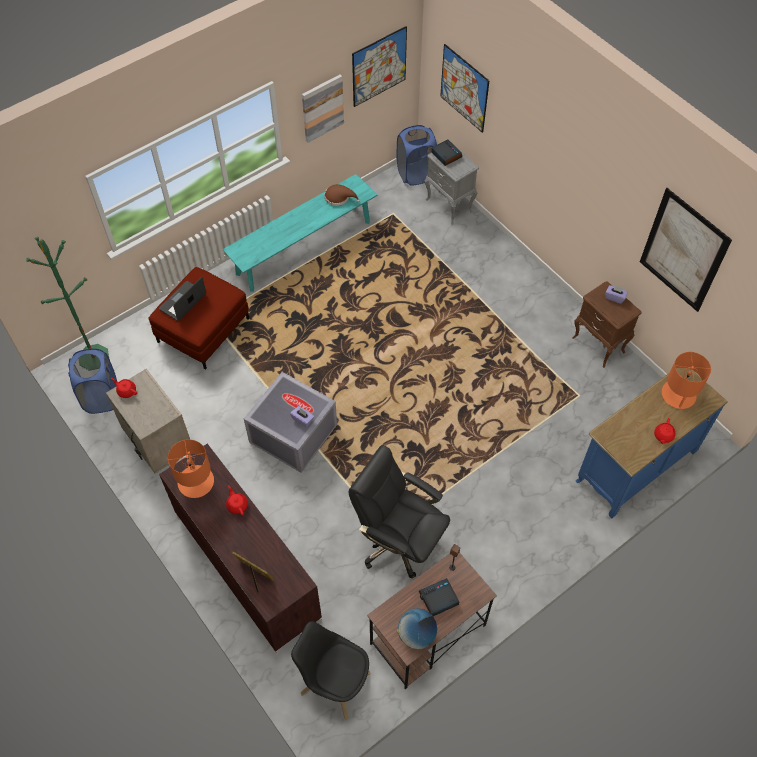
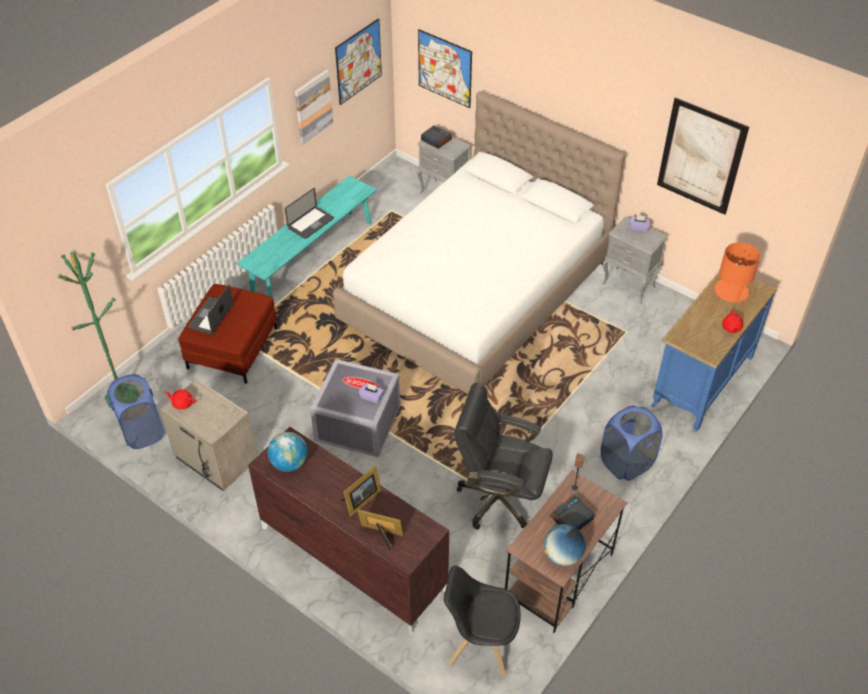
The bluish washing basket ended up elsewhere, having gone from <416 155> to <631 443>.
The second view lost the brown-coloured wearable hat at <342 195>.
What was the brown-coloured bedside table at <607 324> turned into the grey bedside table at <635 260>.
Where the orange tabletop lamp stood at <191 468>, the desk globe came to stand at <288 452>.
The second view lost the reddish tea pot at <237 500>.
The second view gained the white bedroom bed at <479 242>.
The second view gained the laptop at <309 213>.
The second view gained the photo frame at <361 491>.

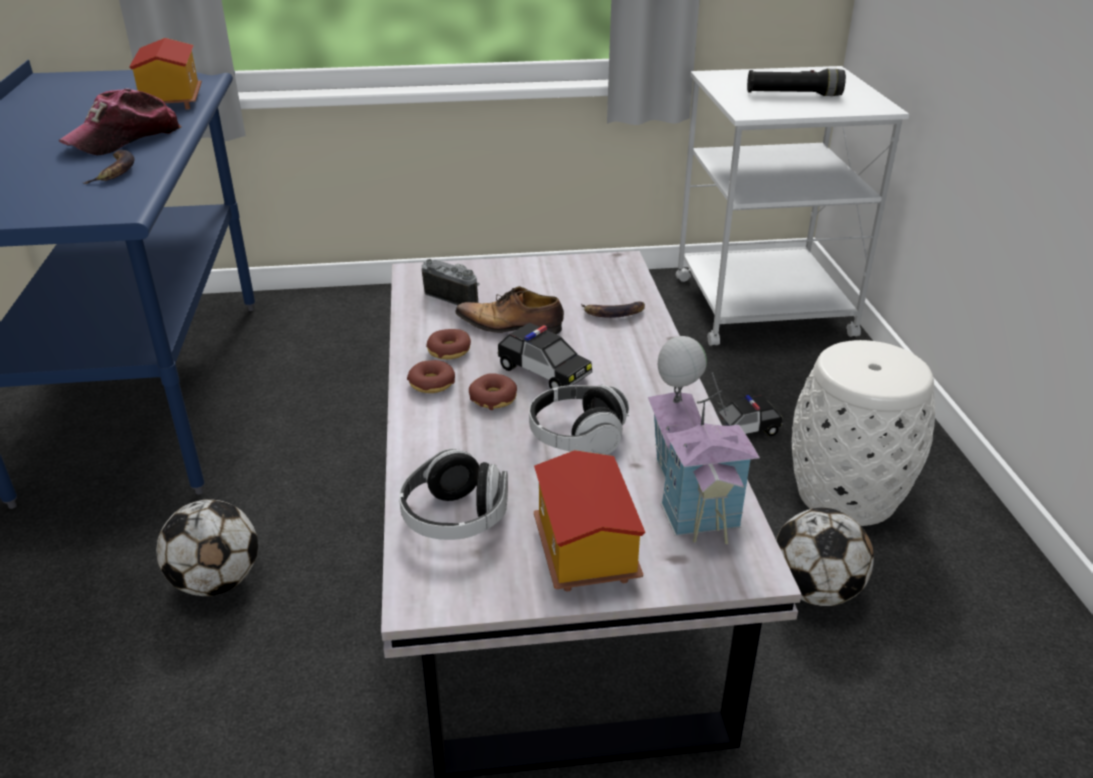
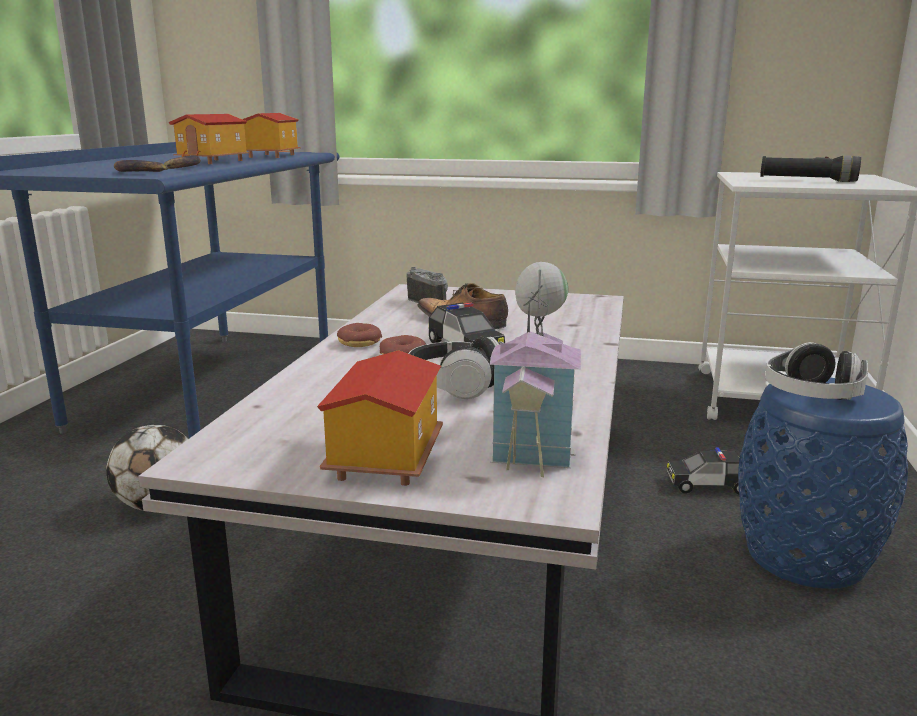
Where the baseball cap stood at <120 121>, the miniature house came to stand at <209 139>.
The banana ended up elsewhere, having gone from <613 310> to <141 166>.
The second view lost the doughnut at <448 344>.
What was the white stool seat at <863 433> turned into the bluish stool seat at <823 483>.
The headphones ended up elsewhere, having gone from <453 494> to <816 371>.
The second view lost the football at <825 557>.

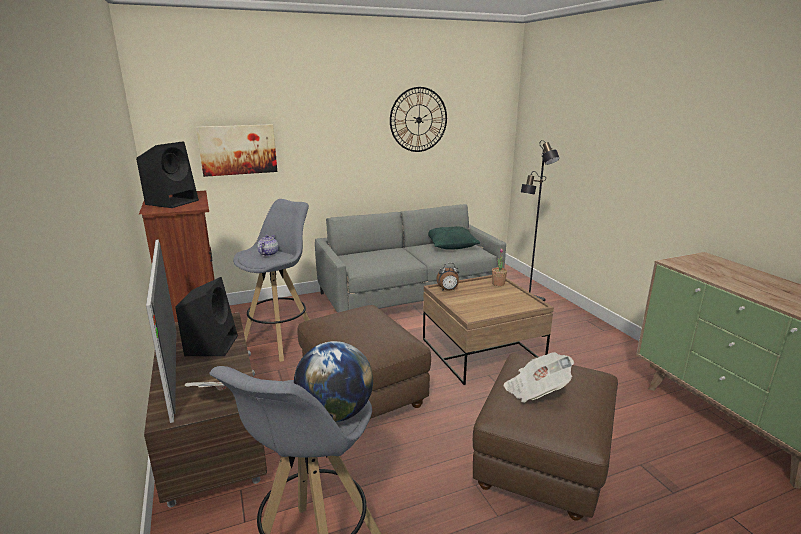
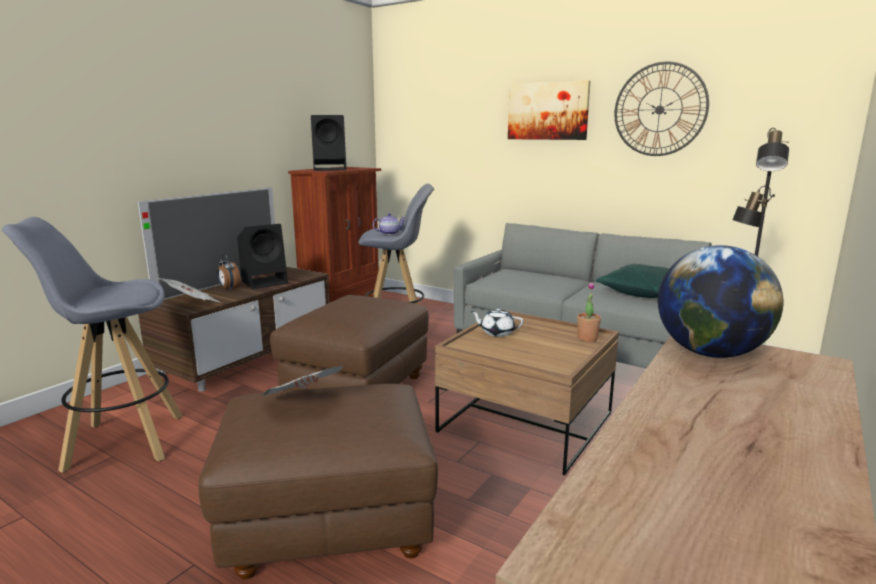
The picture ended up elsewhere, having gone from <236 150> to <549 110>.
The bedside clock ended up elsewhere, having gone from <447 277> to <228 272>.
The desk globe ended up elsewhere, having gone from <333 381> to <720 301>.
The second view gained the white tea pot at <496 322>.

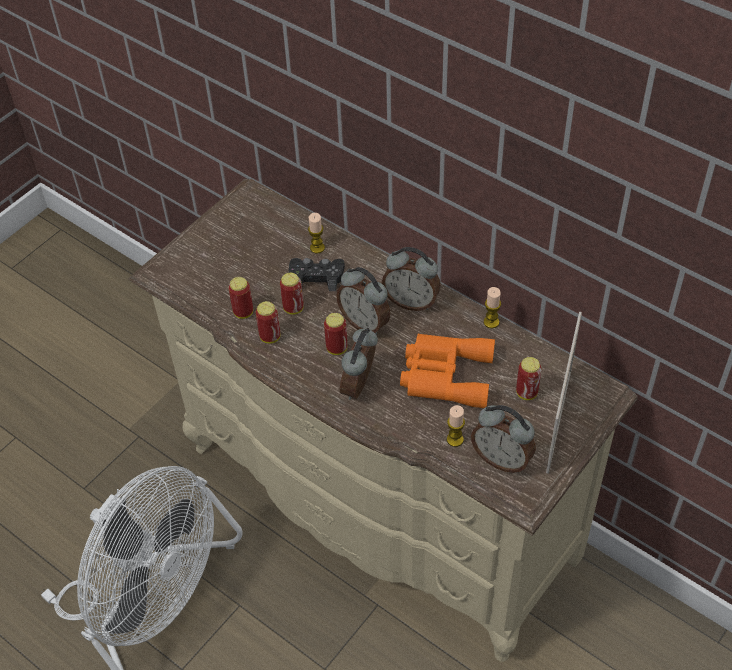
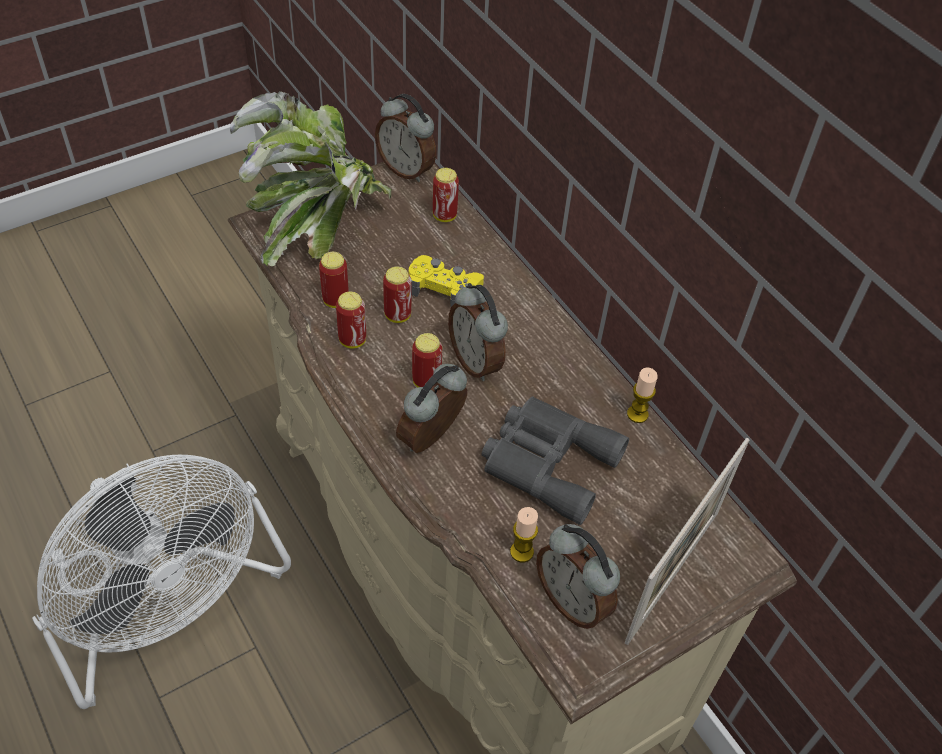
The second view lost the wax light at <316 233>.
The bedside clock ended up elsewhere, having gone from <411 279> to <405 138>.
What was the black-coloured joypad at <317 274> turned into the yellowish joypad at <446 281>.
What was the orange pair of binoculars at <447 371> turned into the grey pair of binoculars at <555 460>.
The metal can ended up elsewhere, having gone from <529 378> to <446 195>.
The second view gained the plant in a pot at <310 178>.

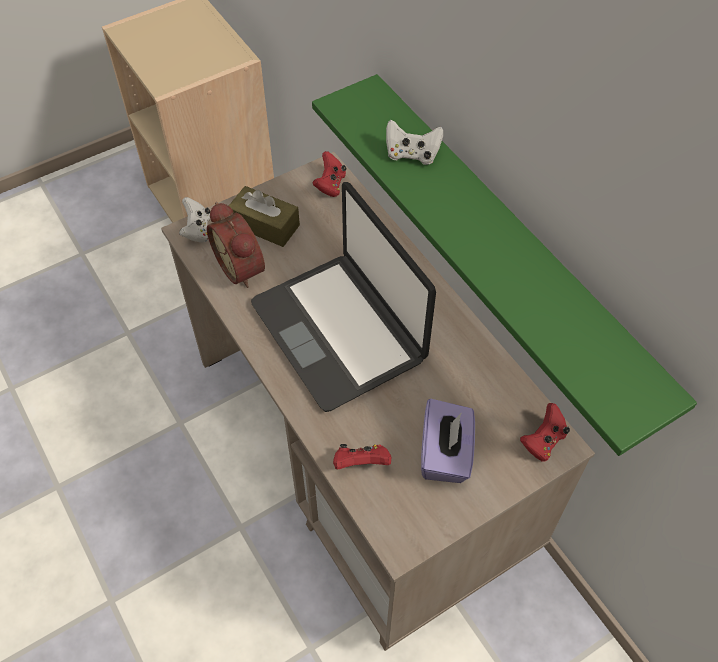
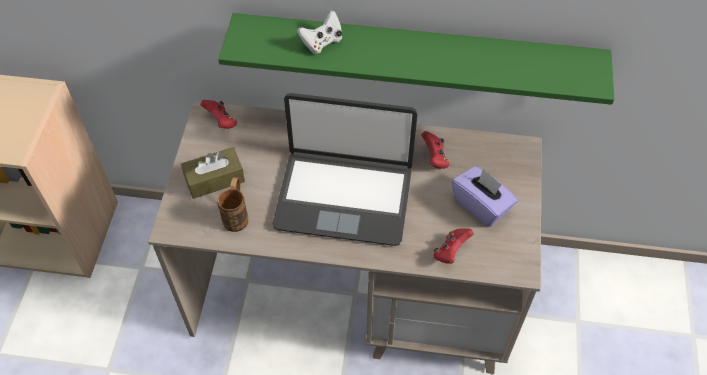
The second view lost the white joypad at <194 220>.
Where the bedside clock stood at <236 245>, the brown-coloured coffee mug came to stand at <233 204>.
The reddish joypad ended up elsewhere, having gone from <545 432> to <435 150>.

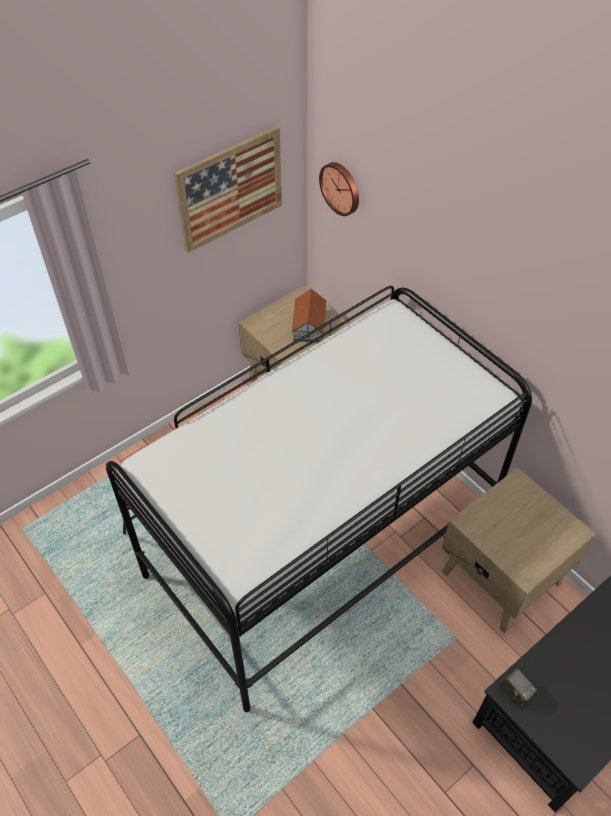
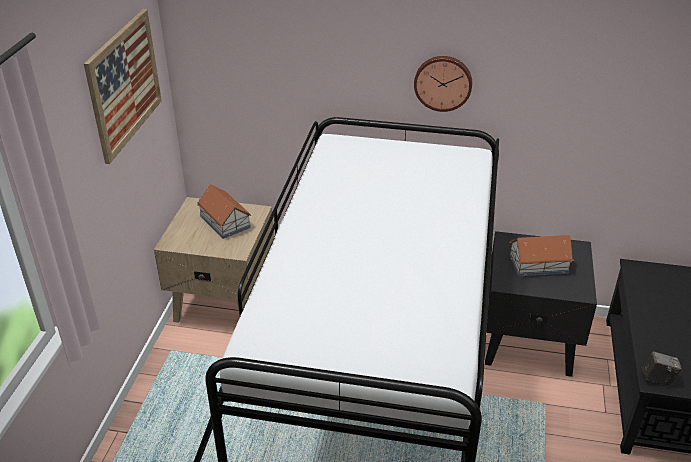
The clock on the wall ended up elsewhere, having gone from <339 189> to <443 84>.
What was the beige-coloured bedside table at <519 550> turned into the black-coloured bedside table at <541 304>.
The second view gained the miniature house at <541 255>.

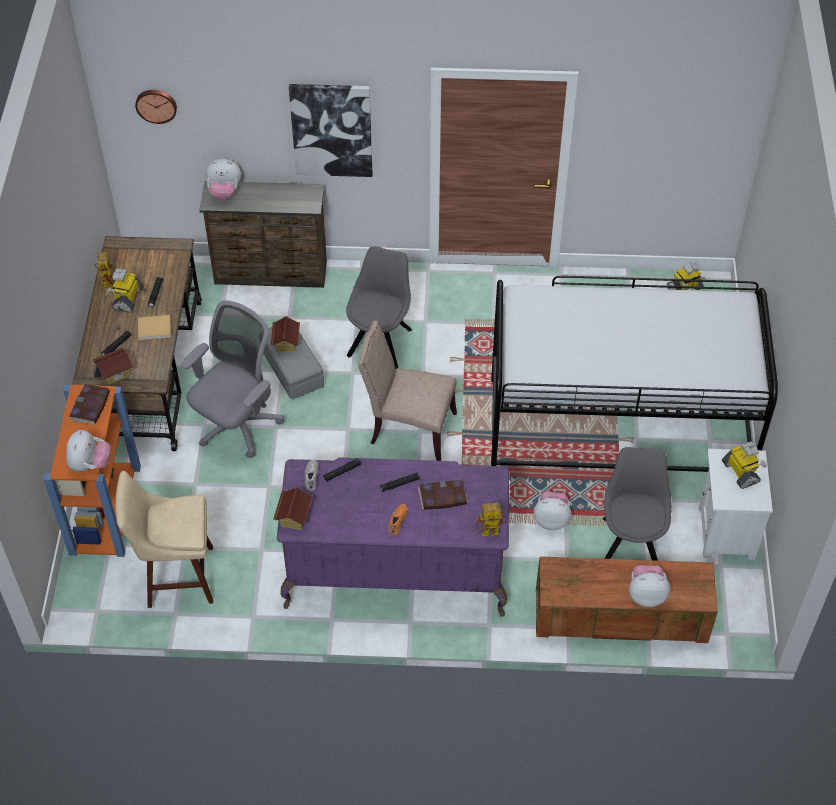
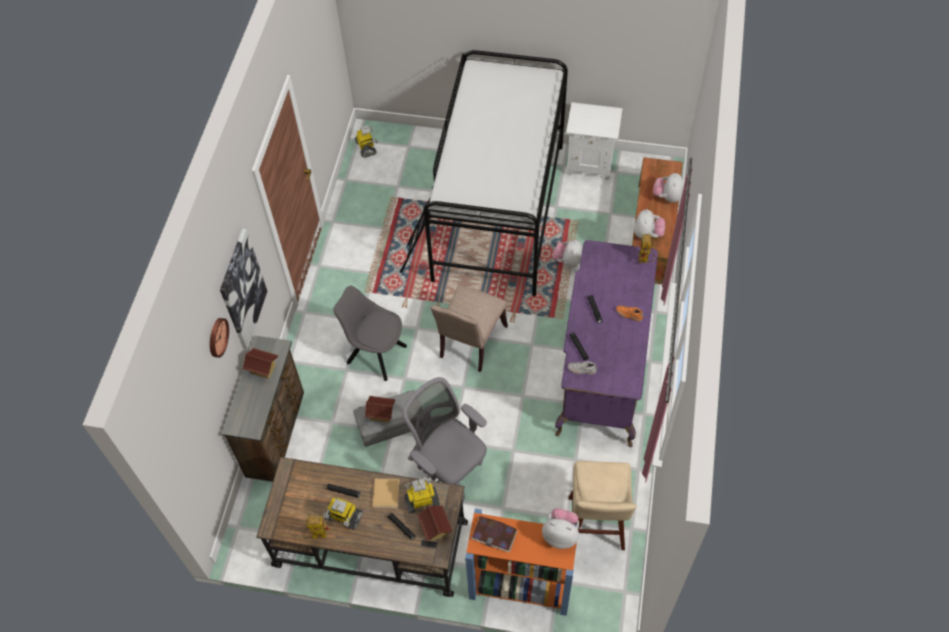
The clock on the wall ended up elsewhere, having gone from <156 107> to <219 338>.
The cuddly toy ended up elsewhere, having gone from <223 179> to <649 224>.
The model robot ended up elsewhere, having gone from <744 465> to <422 495>.
The second view lost the grey upright chair at <637 504>.
The second view lost the bound book at <443 495>.
The miniature house ended up elsewhere, having gone from <293 508> to <260 363>.

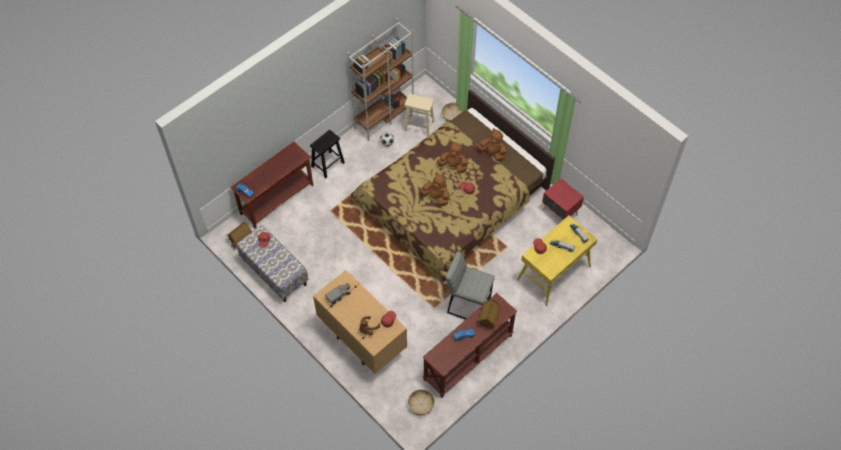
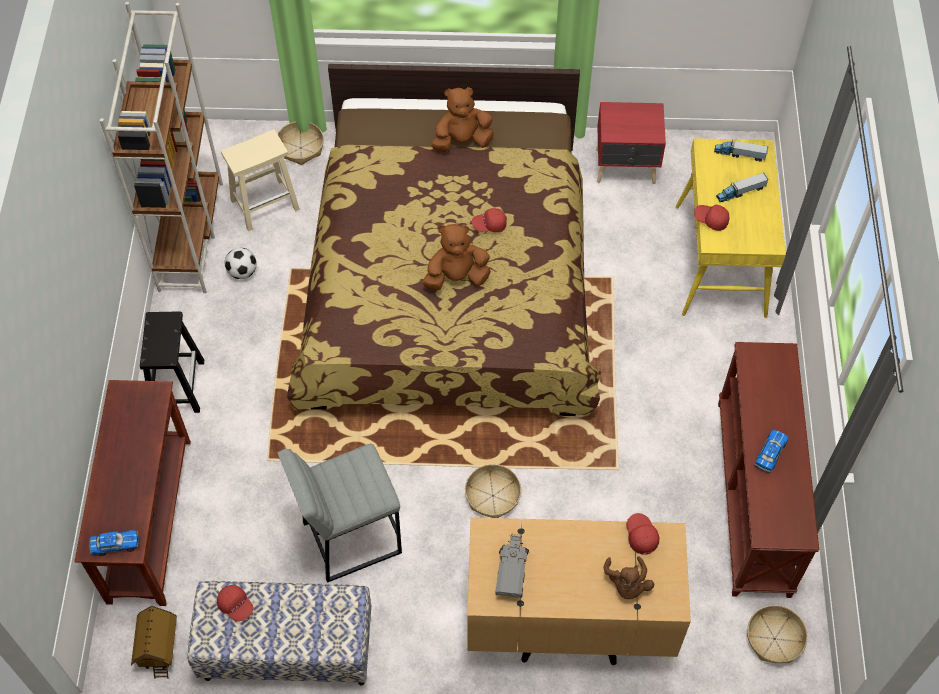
The second view lost the brown-coloured cuddly toy at <452 157>.
The grey stool seat ended up elsewhere, having gone from <470 286> to <339 513>.
The second view lost the miniature house at <489 313>.
The second view gained the basket at <493 491>.

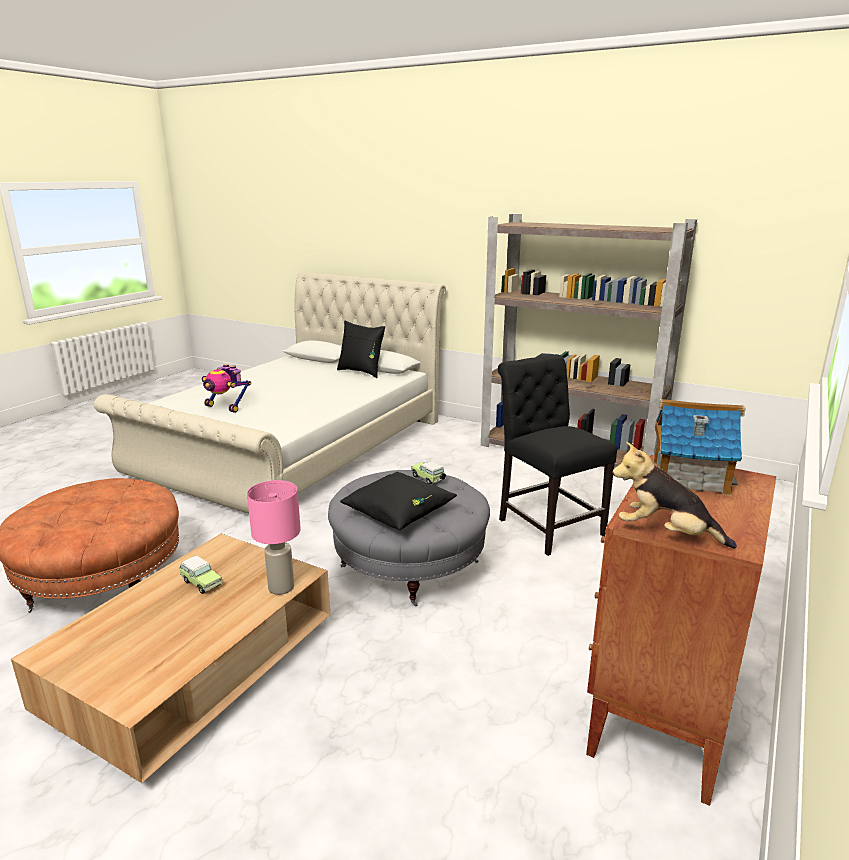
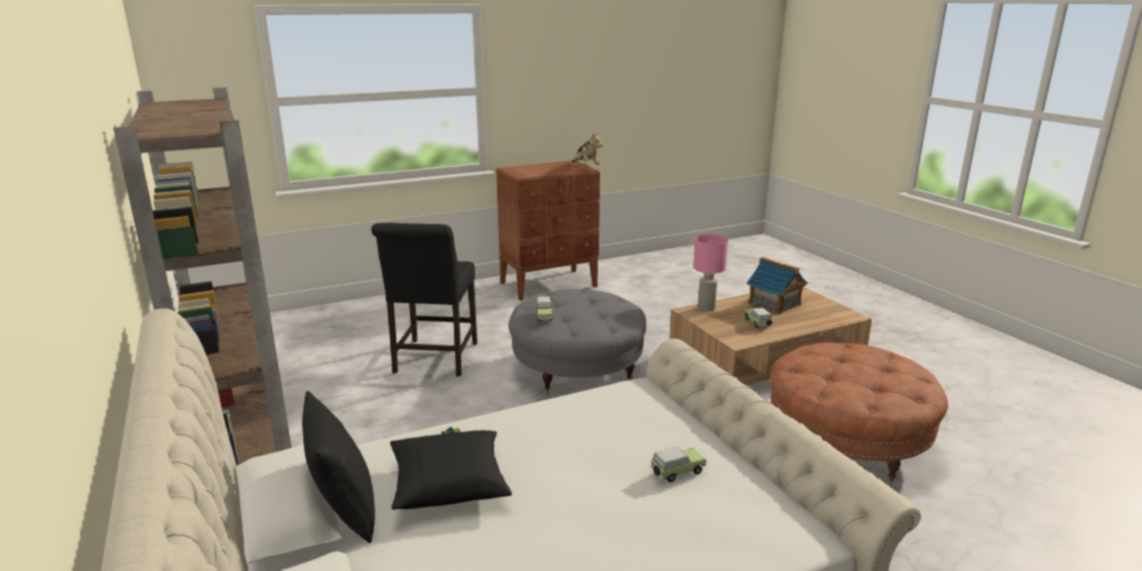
Where the model robot stood at <226 388>, the model car came to stand at <678 464>.
The miniature house ended up elsewhere, having gone from <700 447> to <777 286>.
The black-coloured throw pillow ended up elsewhere, having gone from <398 501> to <451 468>.

